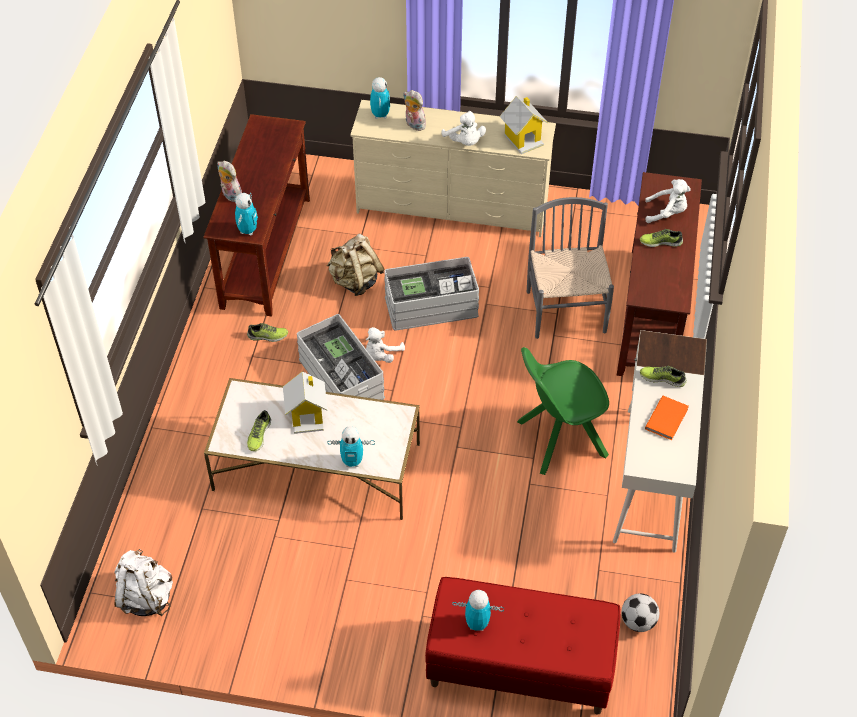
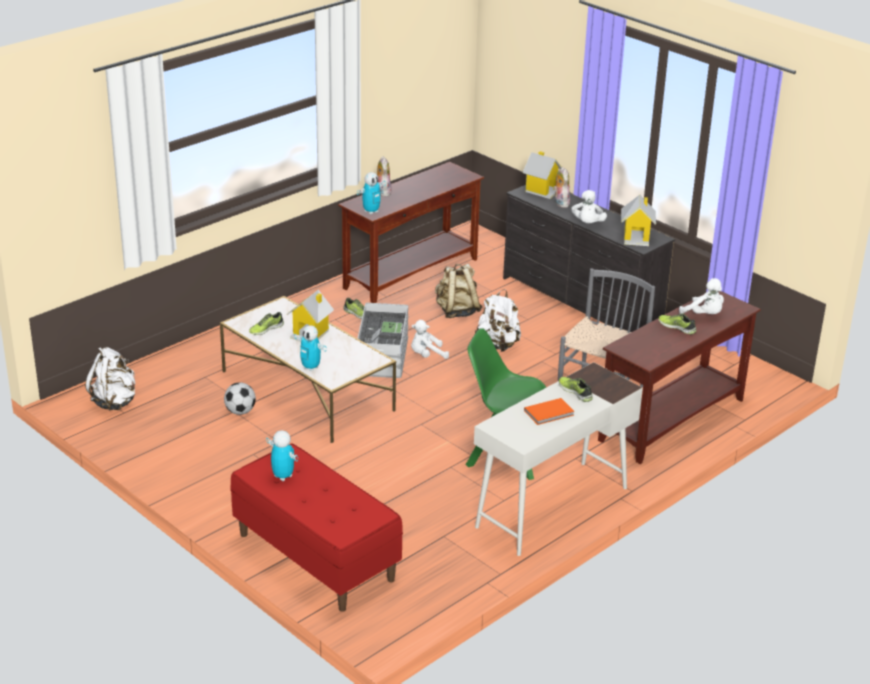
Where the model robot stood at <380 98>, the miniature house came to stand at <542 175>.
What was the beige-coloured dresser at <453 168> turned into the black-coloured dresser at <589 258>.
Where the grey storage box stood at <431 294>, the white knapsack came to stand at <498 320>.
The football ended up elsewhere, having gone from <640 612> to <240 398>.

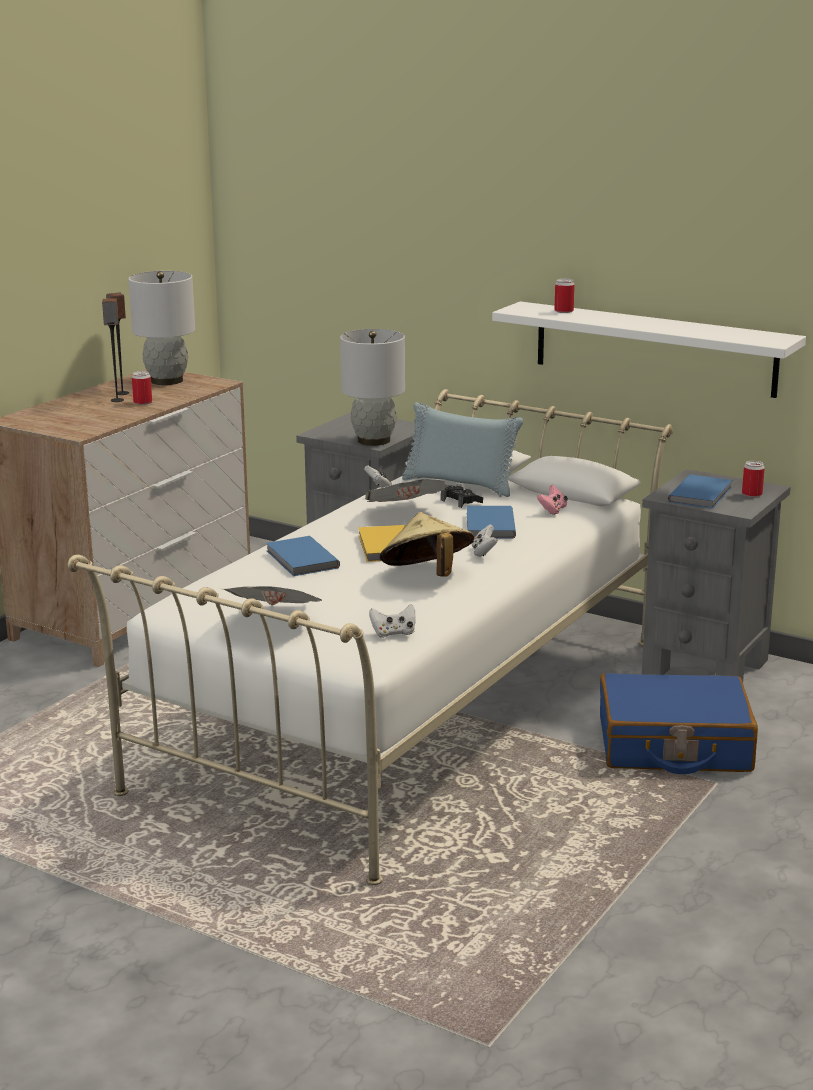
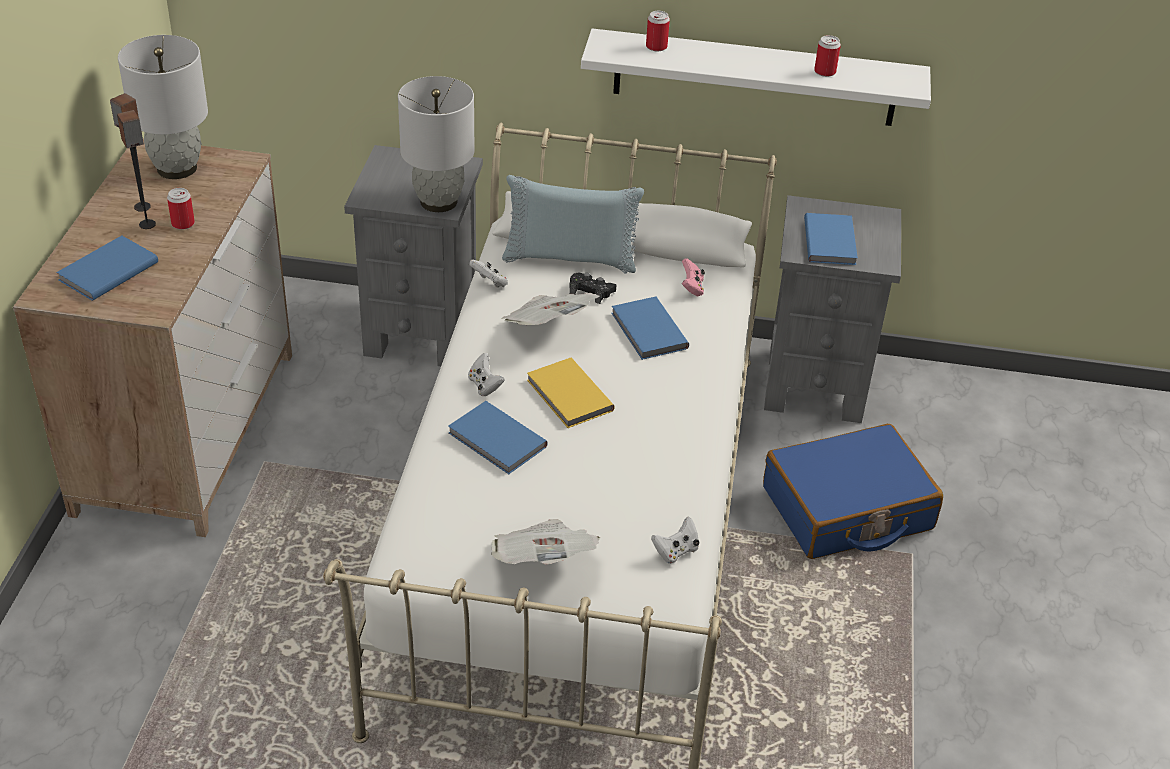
The metal can ended up elsewhere, having gone from <753 479> to <827 56>.
The second view lost the beige-coloured wearable hat at <427 544>.
The white joypad ended up elsewhere, having gone from <485 541> to <486 374>.
The second view gained the bluish bound book at <107 268>.

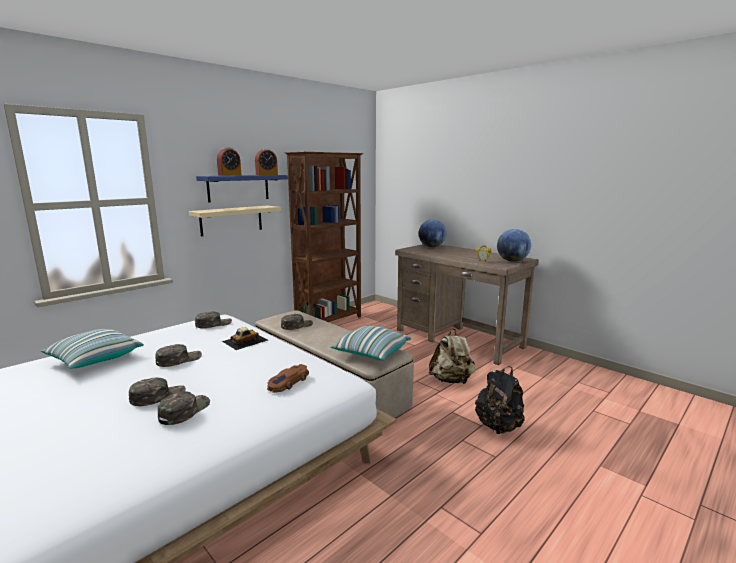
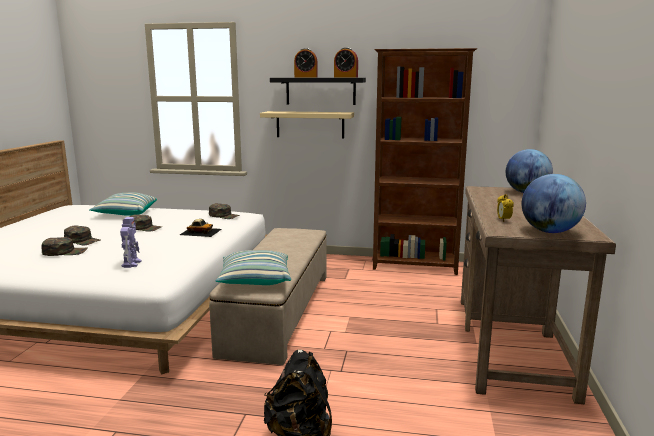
What was the bluish bracket shelf at <242 189> turned into the black-coloured bracket shelf at <318 91>.
The second view lost the greenish baseball cap at <297 322>.
The second view lost the beige-coloured knapsack at <452 356>.
Where the brown-coloured model car stood at <288 378>, the model robot came to stand at <131 242>.

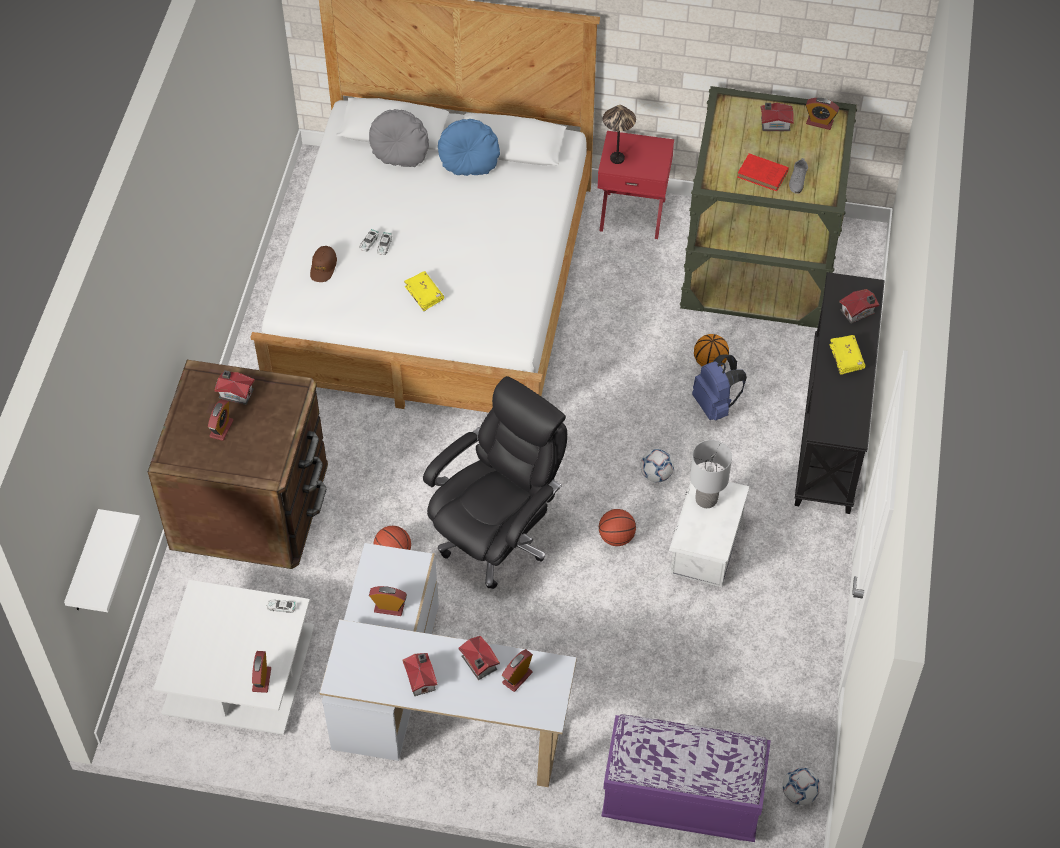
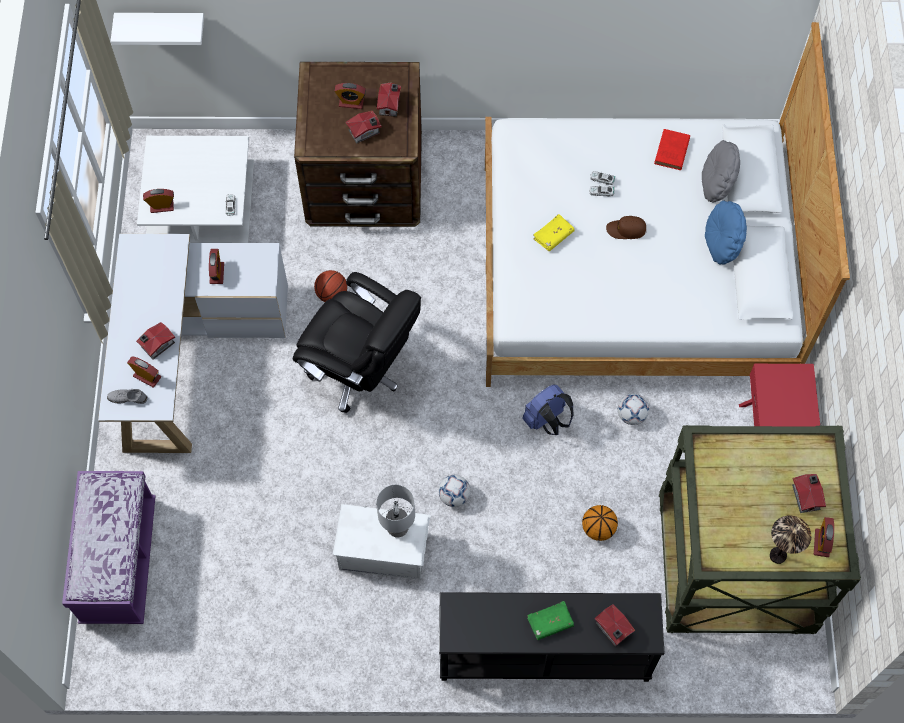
The tabletop lamp ended up elsewhere, having gone from <619 134> to <790 540>.
The reddish bound book ended up elsewhere, having gone from <763 172> to <672 149>.
The grey shoe ended up elsewhere, having gone from <798 176> to <127 396>.
The brown-coloured baseball cap ended up elsewhere, having gone from <323 264> to <626 227>.
What was the yellowish bound book at <847 355> turned into the greenish bound book at <550 620>.
The bluish knapsack ended up elsewhere, having gone from <719 388> to <547 410>.
The second view lost the ball for basketball at <617 527>.
The miniature house ended up elsewhere, having gone from <420 674> to <364 127>.
The football ended up elsewhere, having gone from <801 786> to <633 409>.

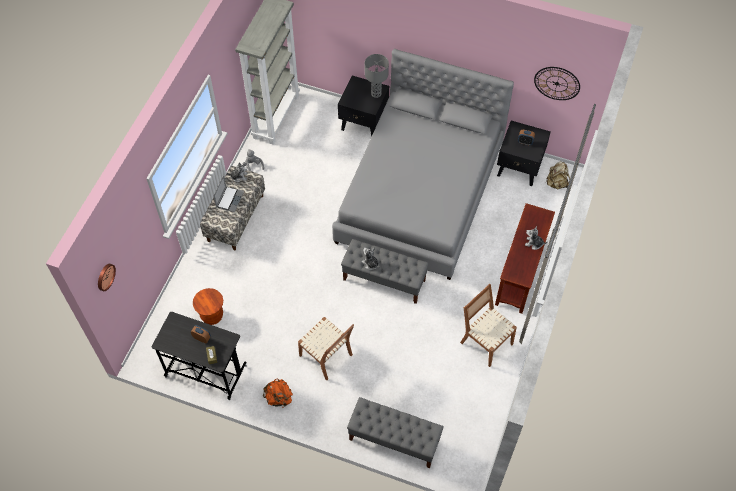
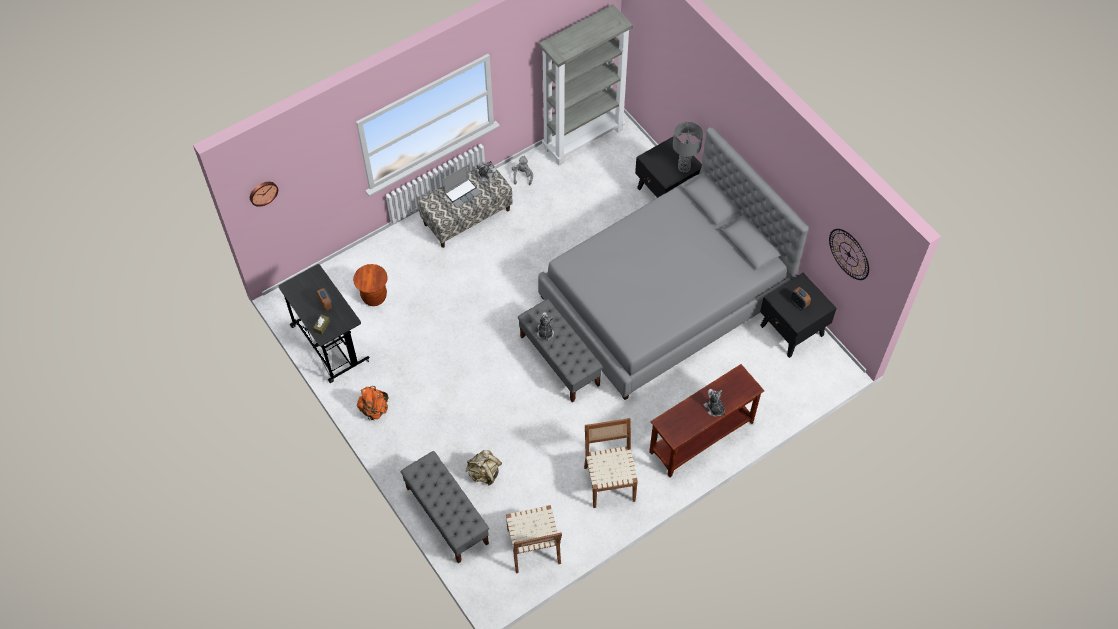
The beige-coloured knapsack ended up elsewhere, having gone from <557 175> to <484 467>.
The upright chair ended up elsewhere, having gone from <326 348> to <534 539>.

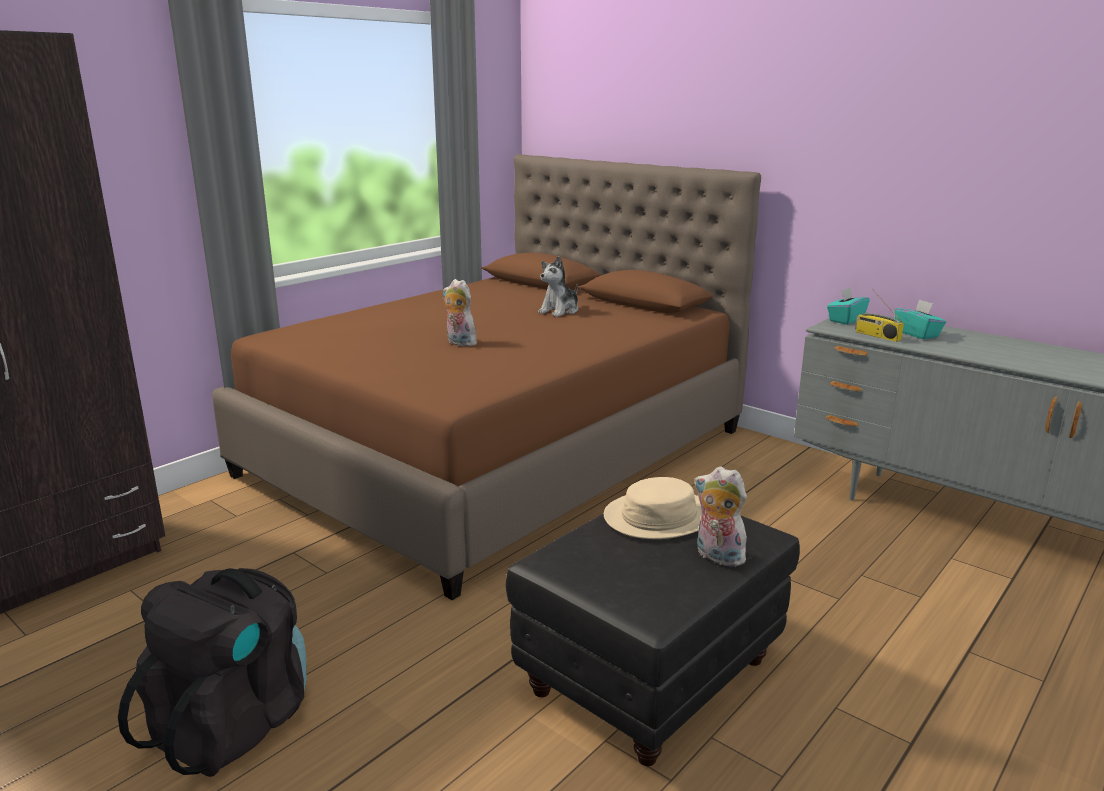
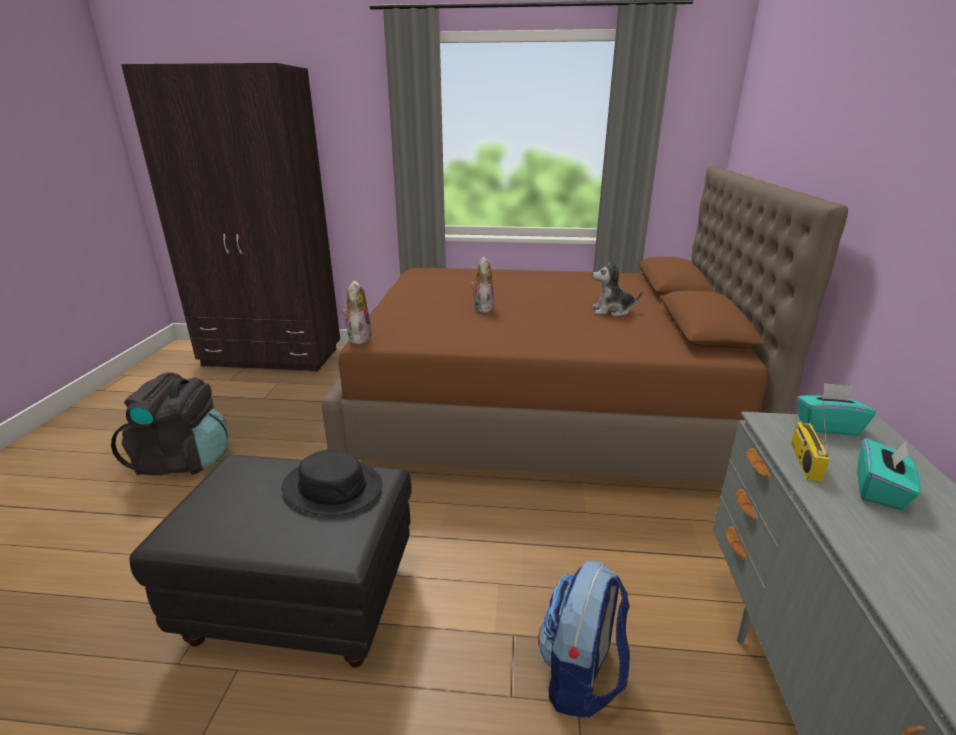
The cuddly toy ended up elsewhere, having gone from <720 516> to <357 312>.
What was the beige-coloured wearable hat at <653 508> turned into the black-coloured wearable hat at <332 483>.
The second view gained the knapsack at <584 639>.

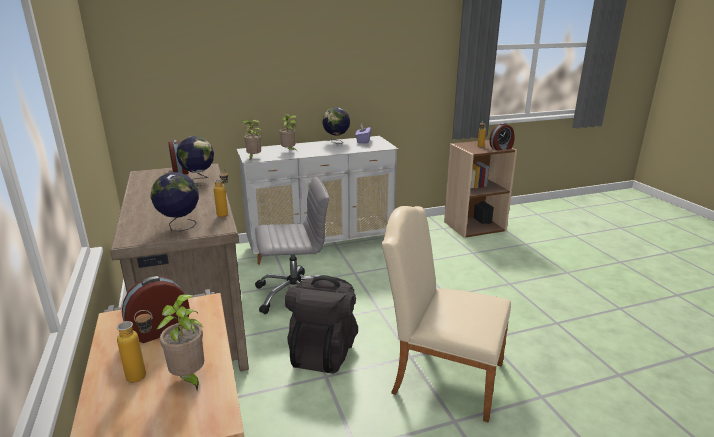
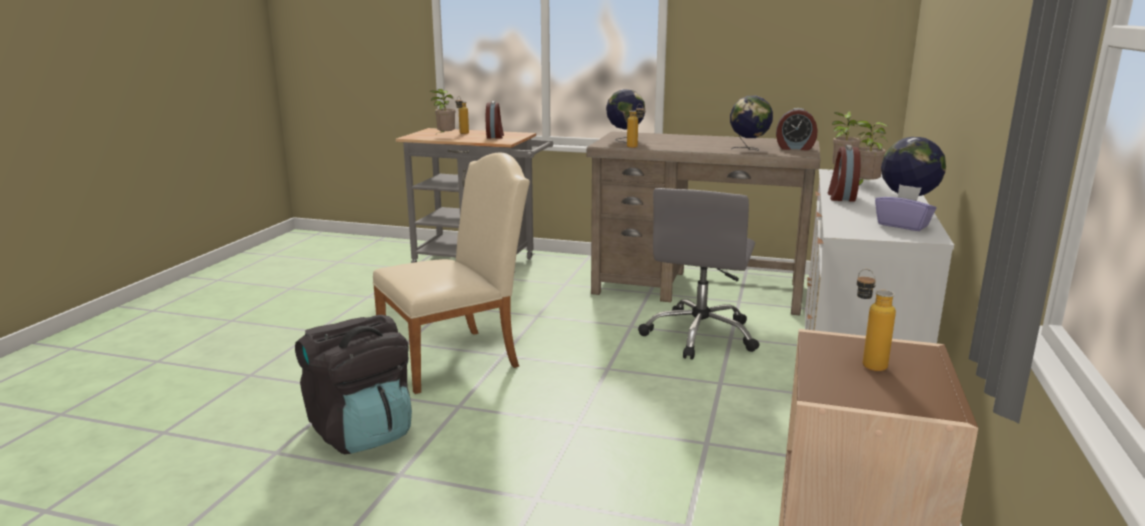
The bedside clock ended up elsewhere, having gone from <502 137> to <844 173>.
The black-coloured knapsack ended up elsewhere, having gone from <321 324> to <353 384>.

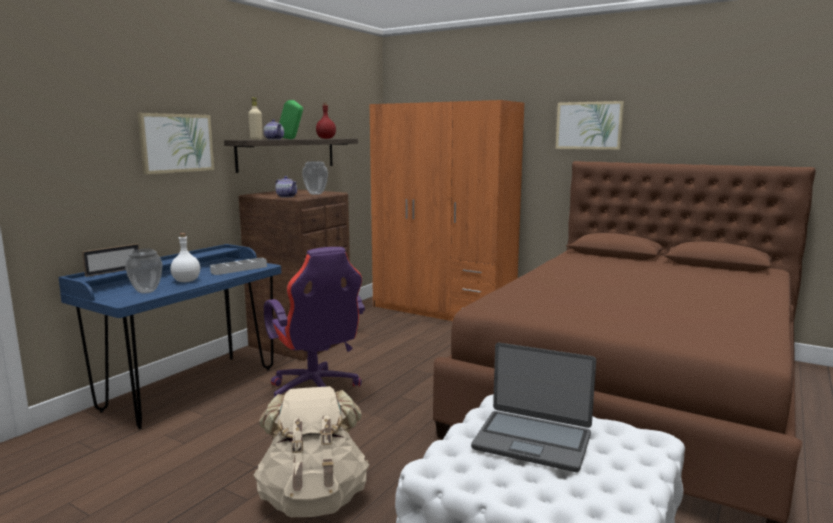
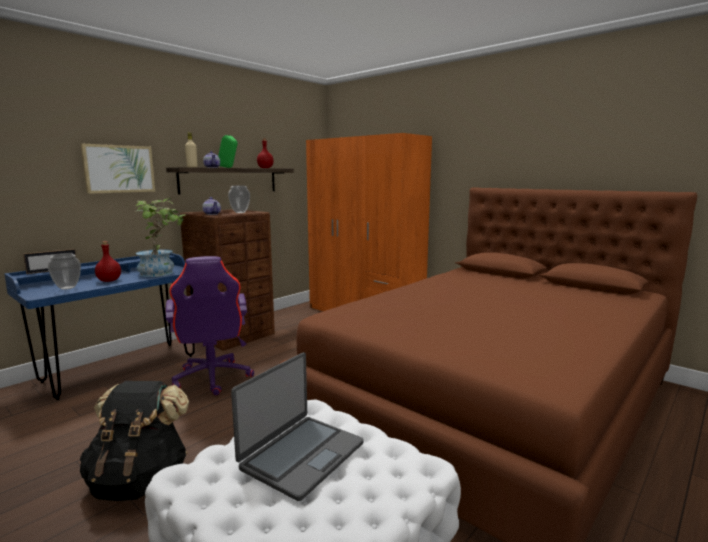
The second view lost the picture at <590 125>.
What was the white bottle at <185 257> turned into the reddish bottle at <108 261>.
Where the grey tray stood at <238 266>, the plant in a pot came to stand at <160 237>.
The laptop at <533 407> ended up facing another way, 90 degrees counterclockwise from before.
What was the beige-coloured knapsack at <311 451> turned into the black-coloured knapsack at <134 441>.

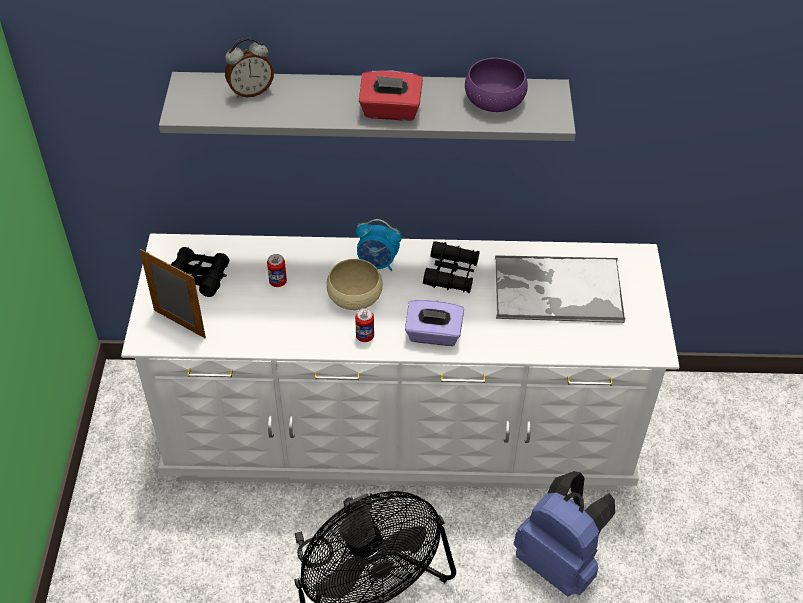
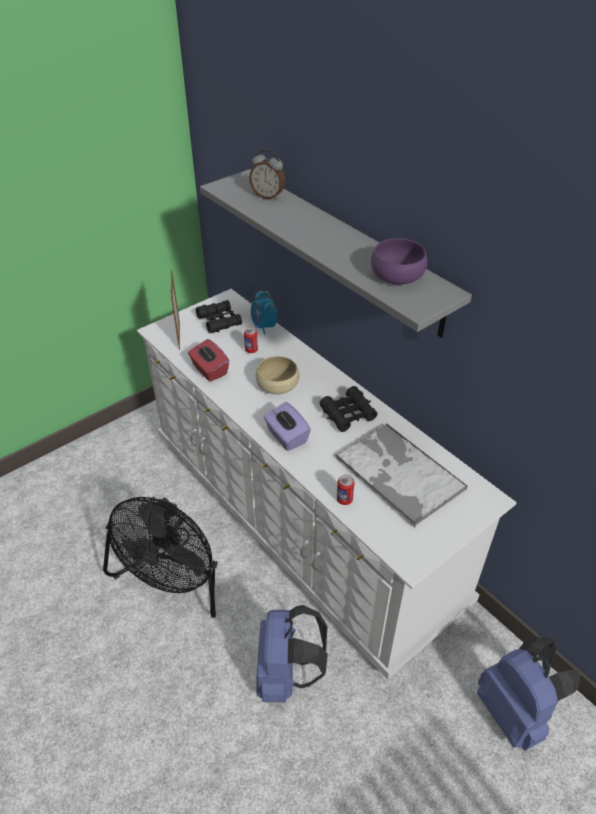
The reddish box of tissues ended up elsewhere, having gone from <391 95> to <208 360>.
The bedside clock ended up elsewhere, having gone from <379 245> to <264 312>.
The metal can ended up elsewhere, having gone from <364 325> to <346 489>.
The second view gained the bluish knapsack at <529 694>.

